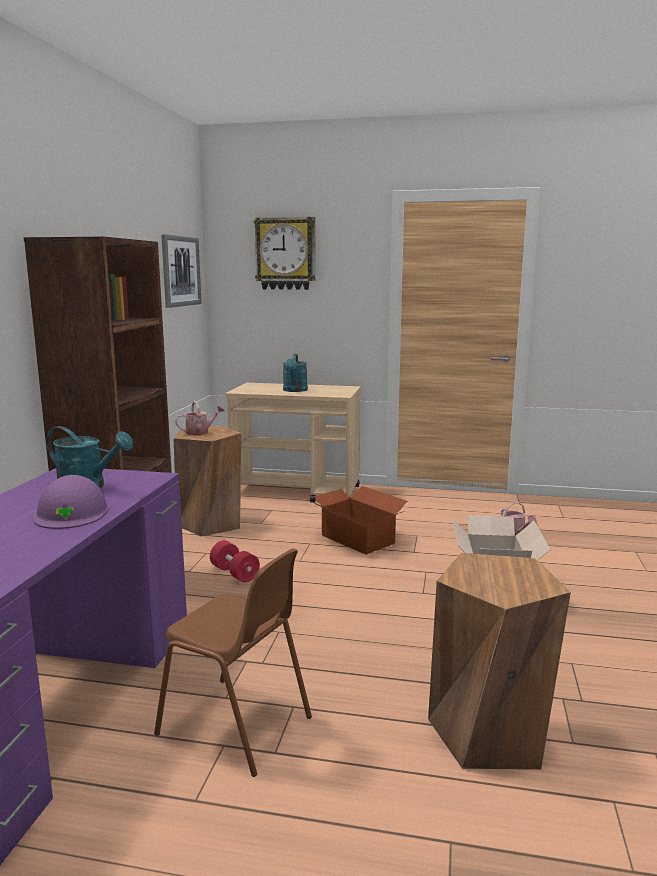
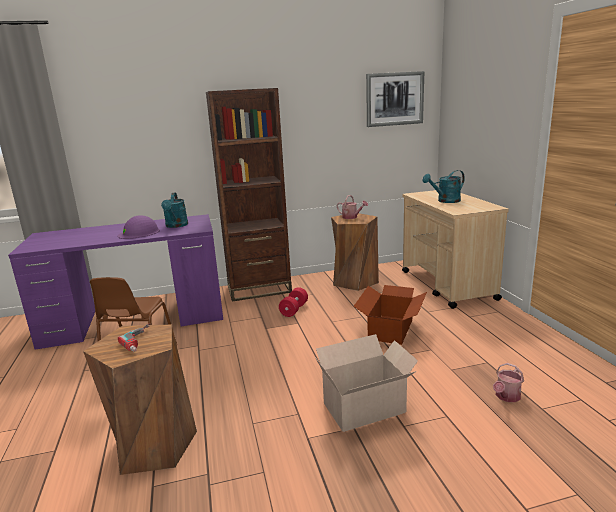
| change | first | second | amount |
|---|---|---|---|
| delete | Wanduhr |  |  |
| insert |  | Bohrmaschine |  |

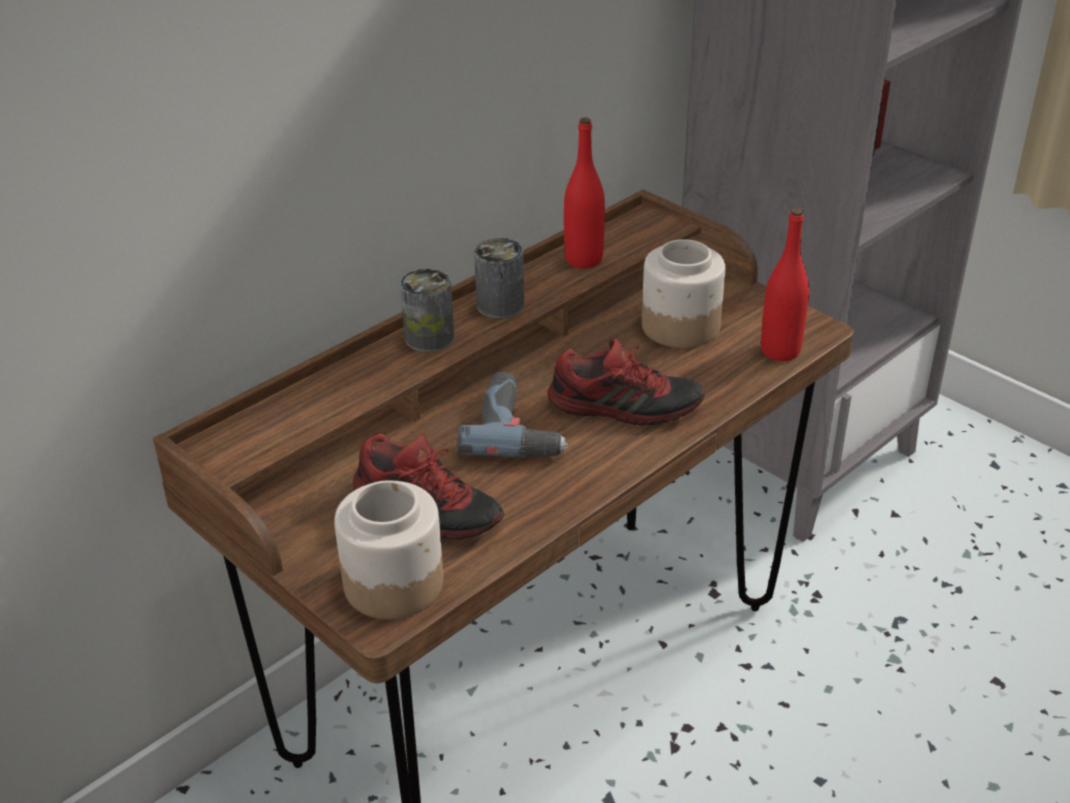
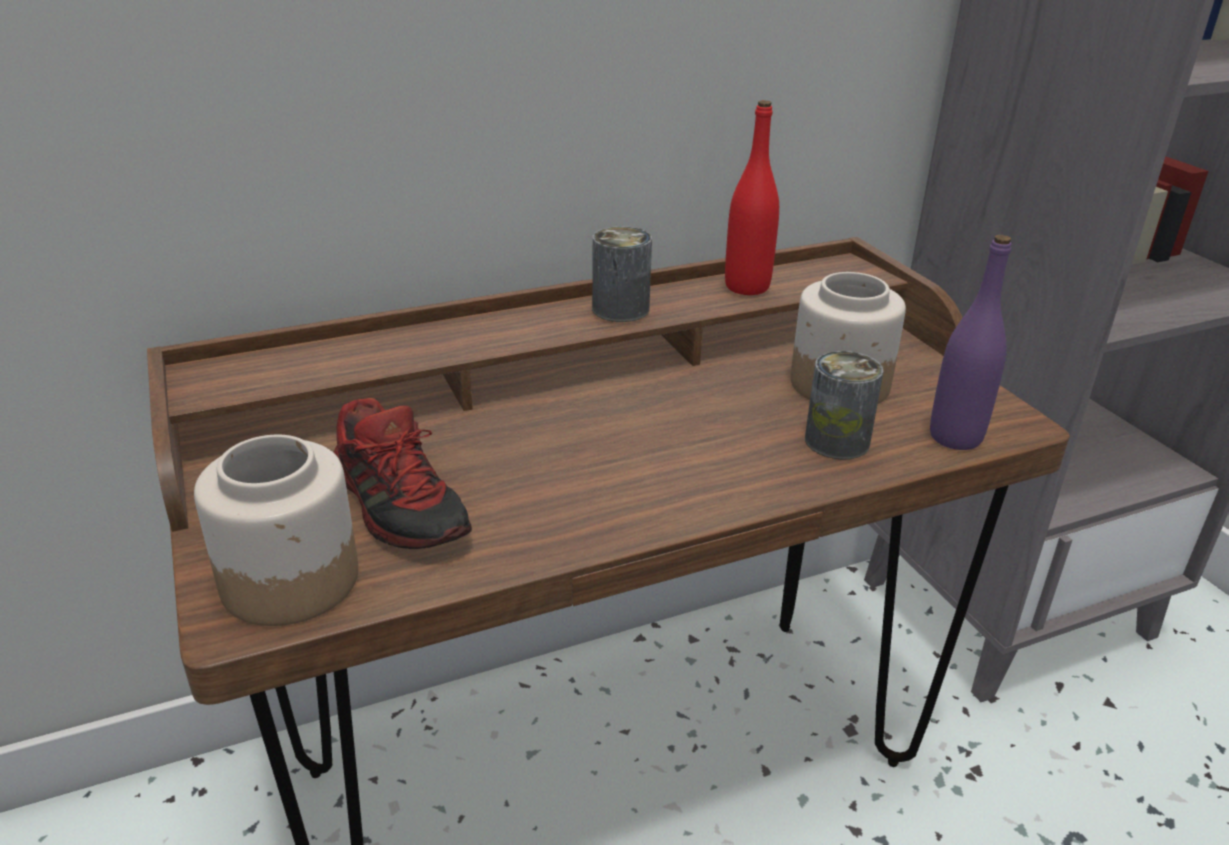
| change | first | second | amount |
|---|---|---|---|
| recolor | Flasche [rot] (2nd from left) | Flasche [lila] |  |
| move | Dose (1st from left in the first image) | Dose (2nd from left) |  |
| delete | Schuh (2nd from left) |  |  |
| delete | Bohrmaschine |  |  |

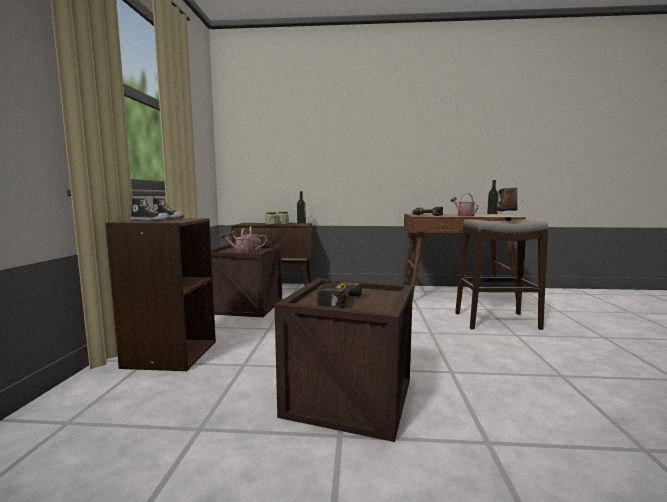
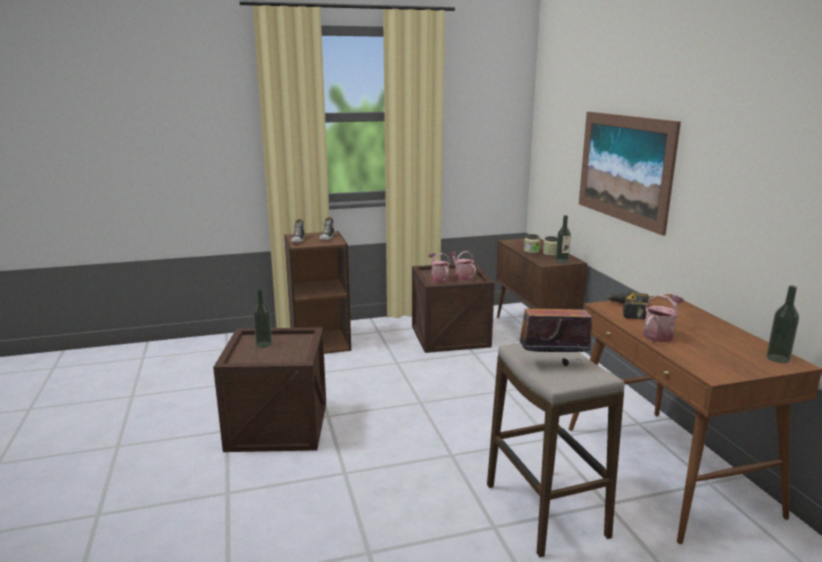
| change | first | second | amount |
|---|---|---|---|
| replace | Bohrmaschine (1st from left) | Flasche (1st from left) |  |
| insert |  | Bild |  |

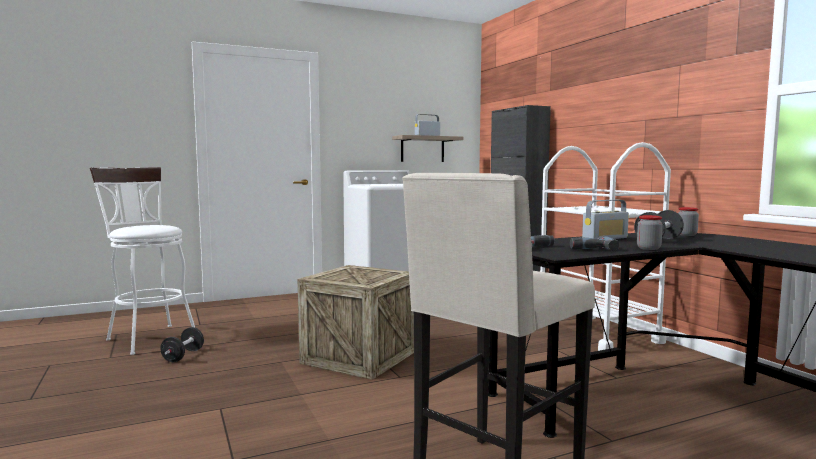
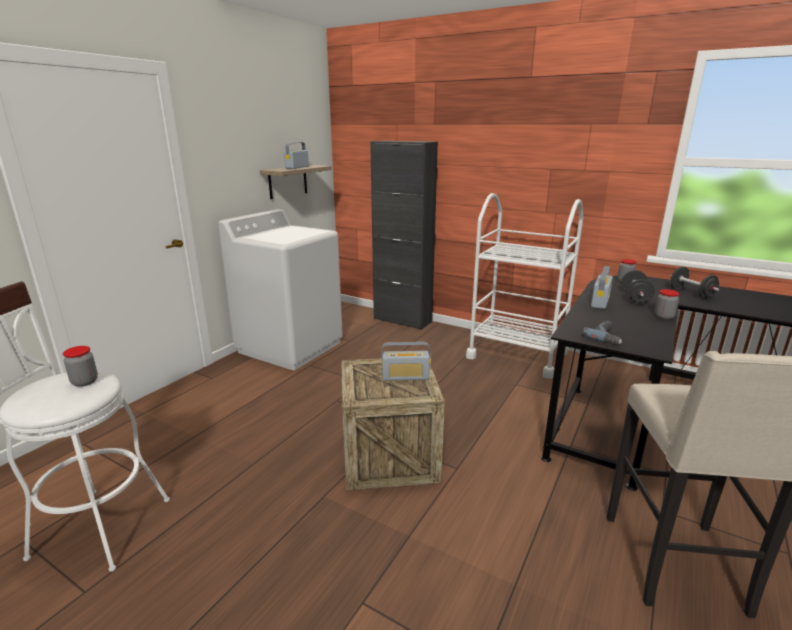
| change | first | second | amount |
|---|---|---|---|
| delete | Bohrmaschine (2nd from left) |  |  |
| move | Hantel [schwarz] (1st from left in the first image) | Hantel [schwarz] (2nd from left) |  |
| insert |  | Radio (2nd from left) |  |
| insert |  | Vorratsglas (1st from left) |  |

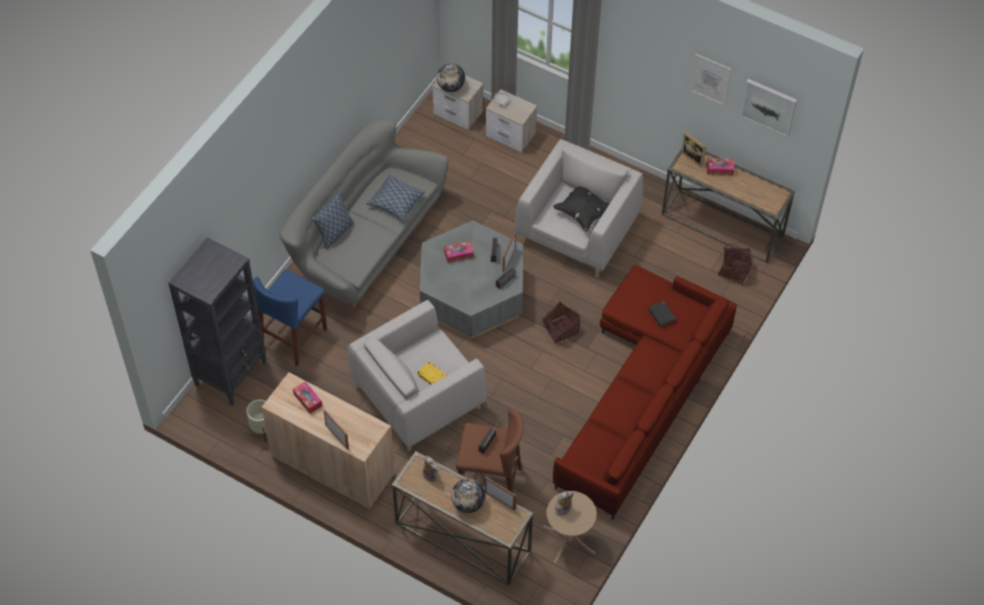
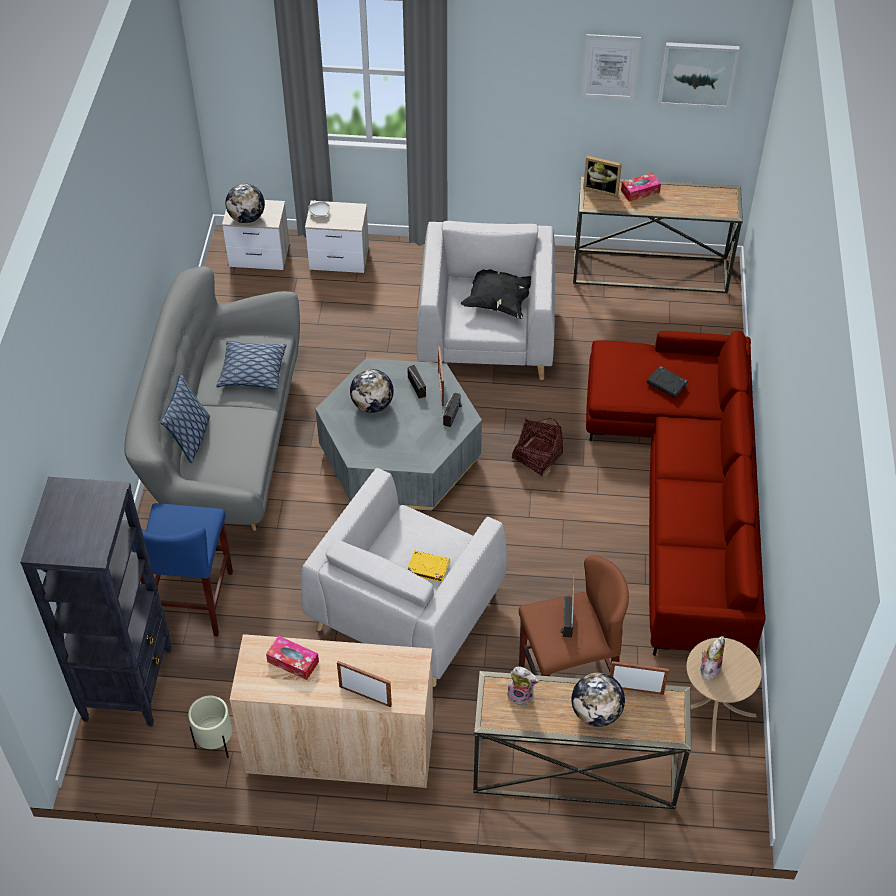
| change | first | second | amount |
|---|---|---|---|
| replace | Taschentuchbox (2nd from left) | Globus (2nd from left) |  |
| delete | Korb (2nd from left) |  |  |

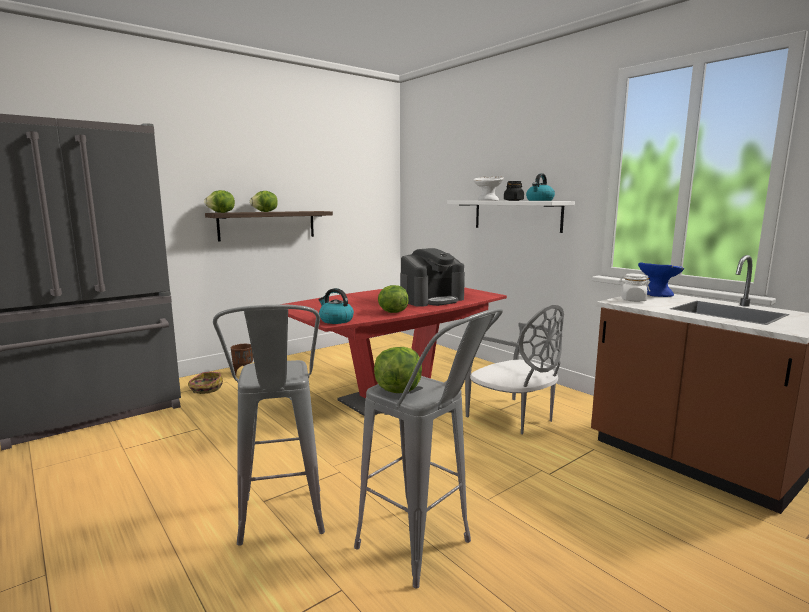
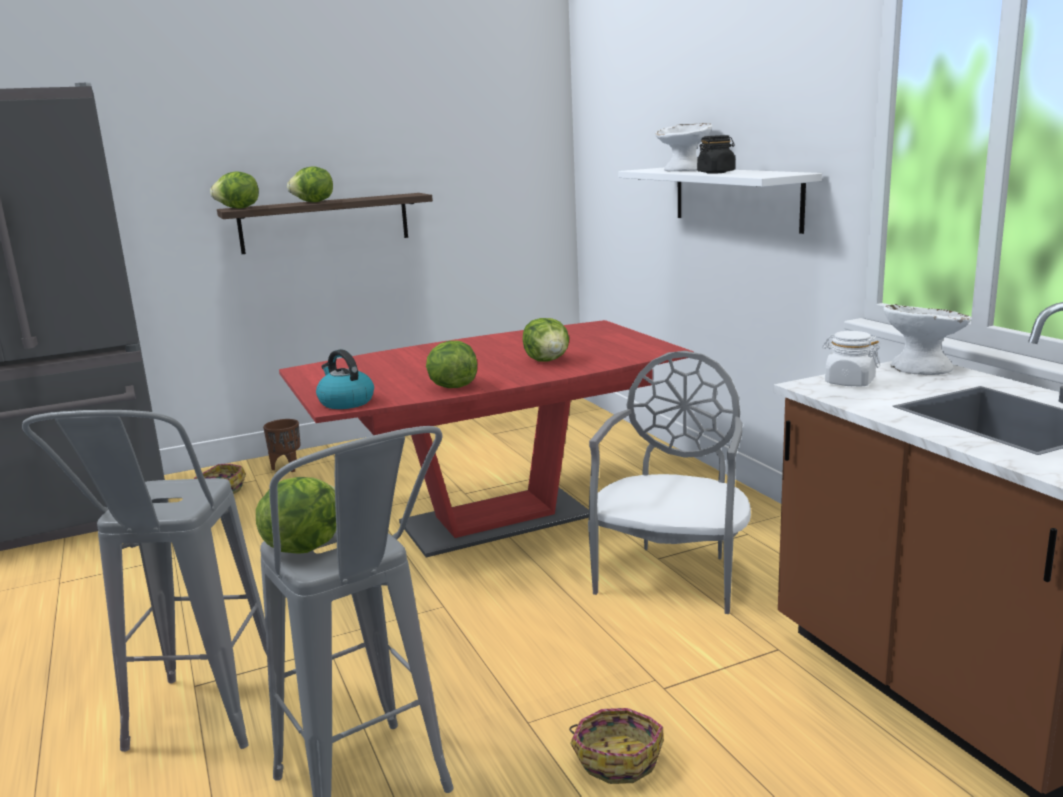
| change | first | second | amount |
|---|---|---|---|
| delete | Wasserkessel (2nd from left) |  |  |
| replace | Kaffeemaschine | Salatkopf (5th from left) |  |
| recolor | Schüssel [blau] | Schüssel [weiß] (2nd from left) |  |
| rotate | Stuhl [grau] |  | 135 degrees counterclockwise |
| insert |  | Korb (2nd from left) |  |

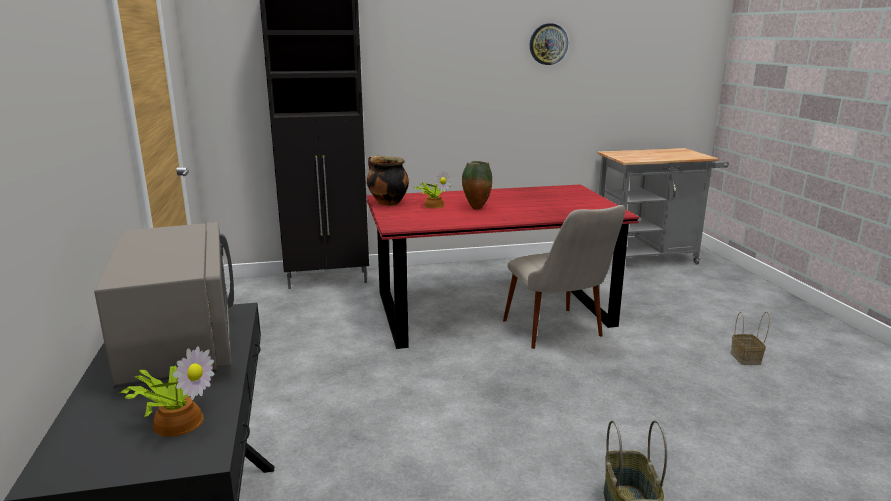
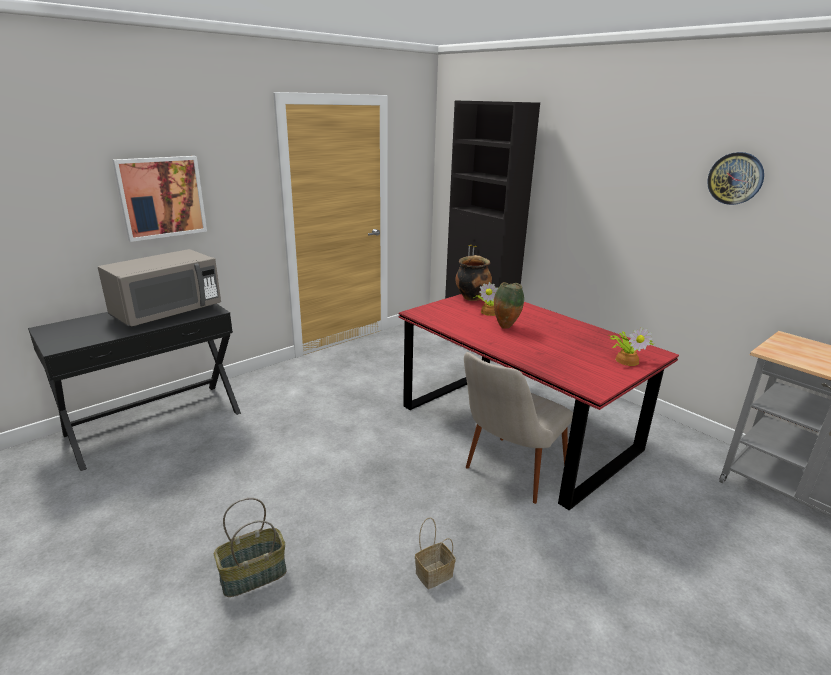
| change | first | second | amount |
|---|---|---|---|
| move | Korb (2nd from left) |  |  |
| move | Topfpflanze (1st from left in the first image) | Topfpflanze (2nd from left) |  |
| insert |  | Bild |  |

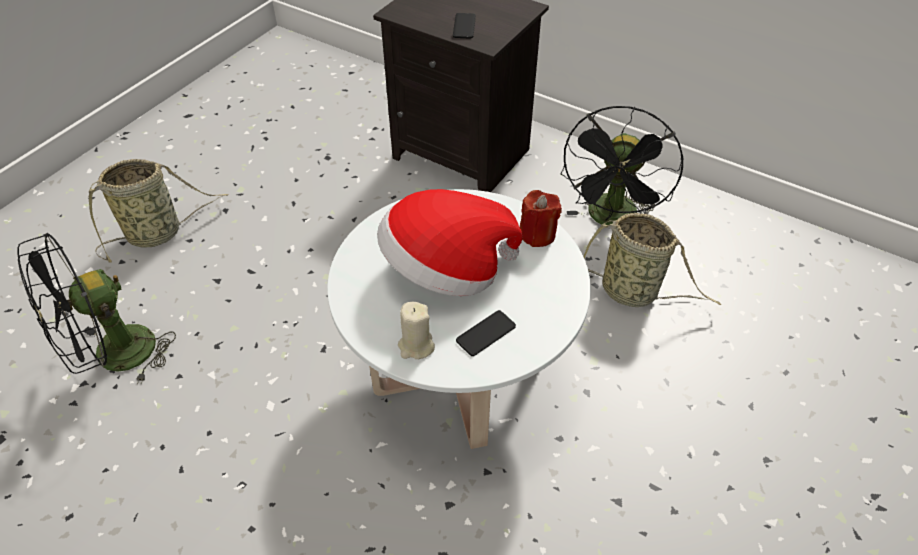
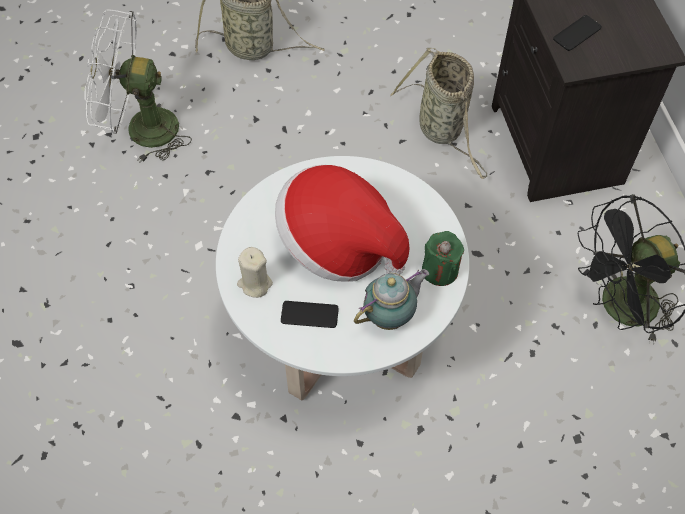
| change | first | second | amount |
|---|---|---|---|
| recolor | Kerze [rot] | Kerze [grün] |  |
| move | Korb (2nd from left) |  |  |
| recolor | Ventilator [schwarz] (1st from left) | Ventilator [weiß] |  |
| insert |  | Teekanne |  |

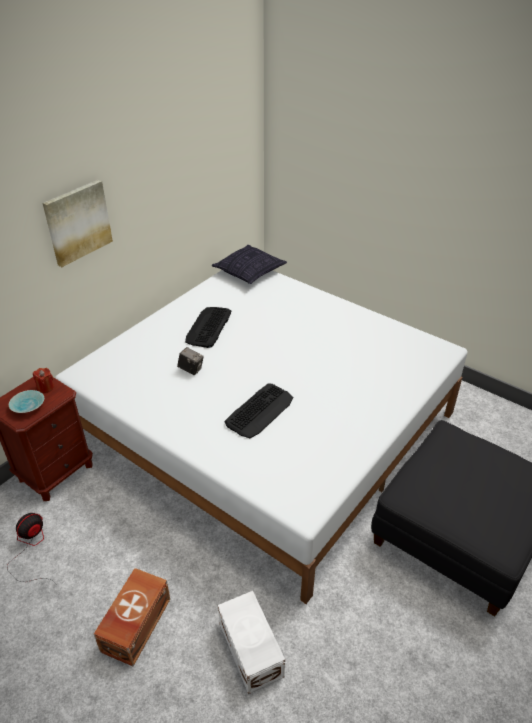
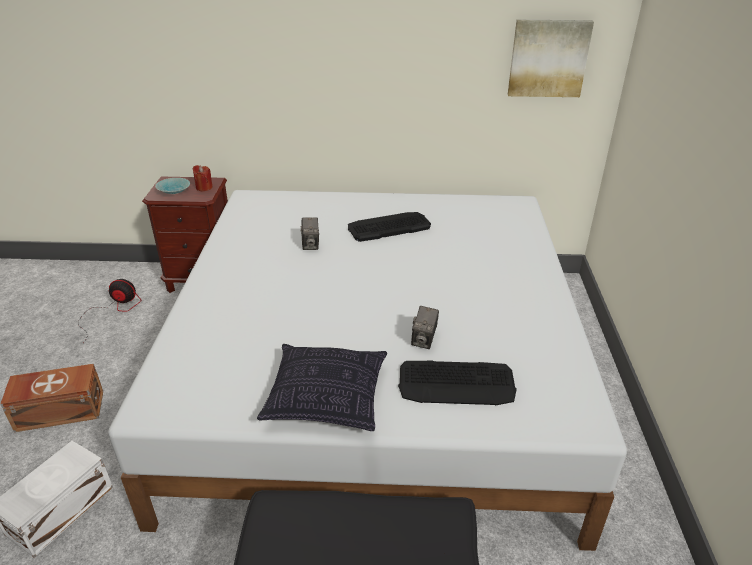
| change | first | second | amount |
|---|---|---|---|
| move | Bild |  |  |
| move | Kissen |  |  |
| move | Tastatur (2nd from left) |  |  |
| insert |  | Kamera (2nd from left) |  |

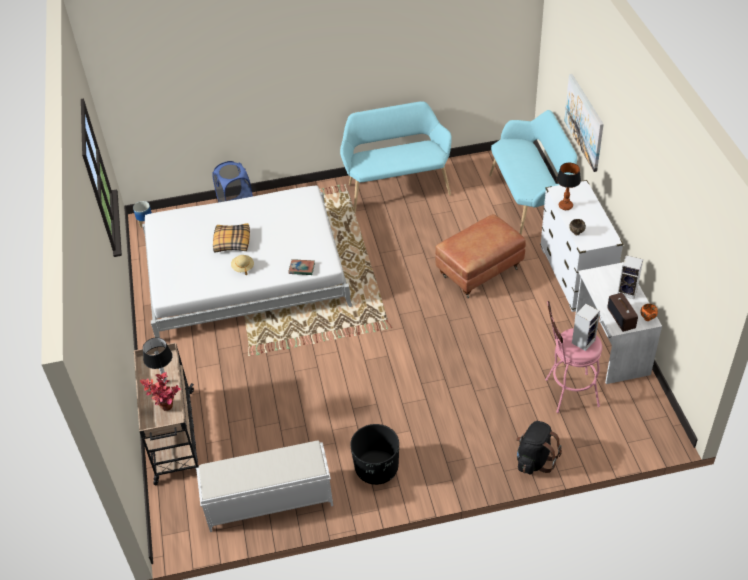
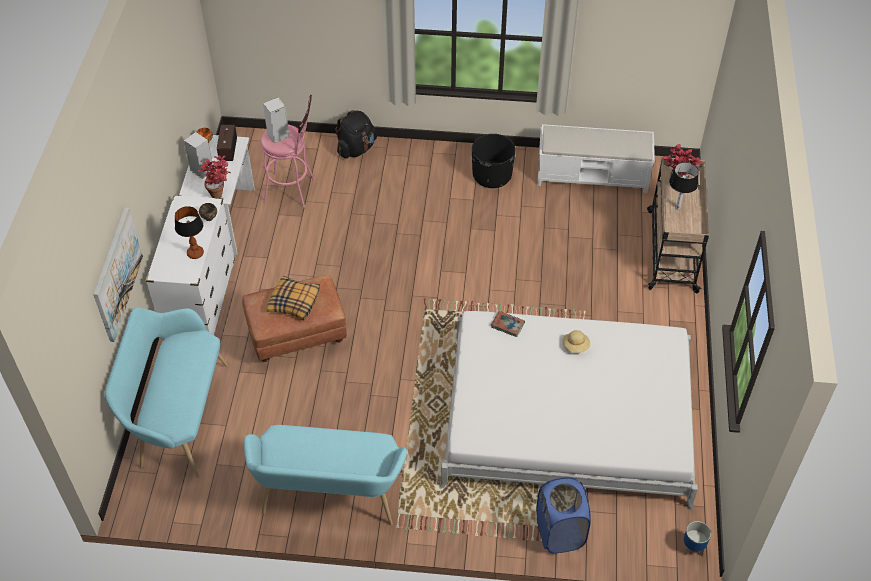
| change | first | second | amount |
|---|---|---|---|
| move | Kissen |  |  |
| insert |  | Topfpflanze (1st from left) |  |

